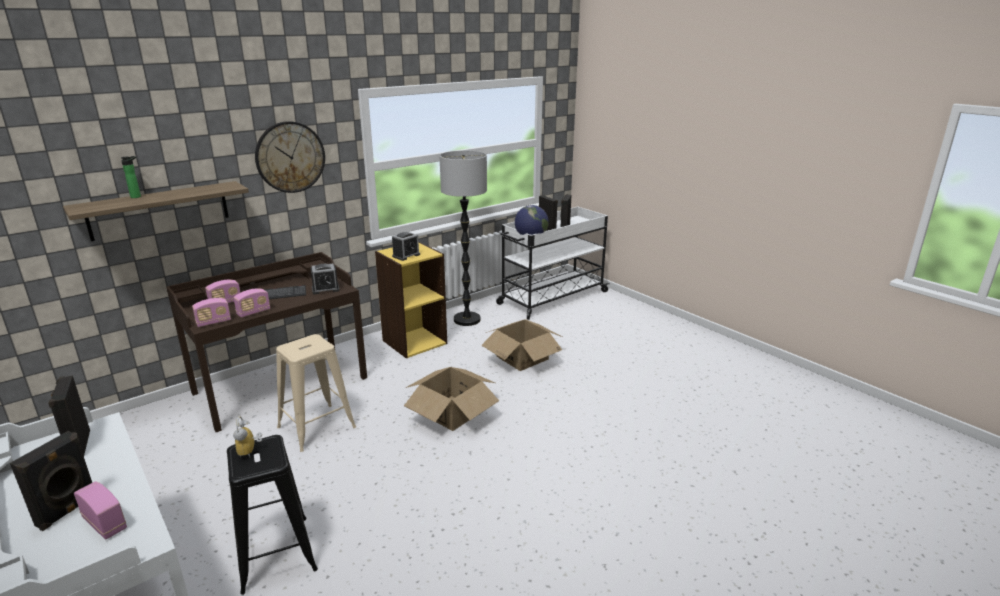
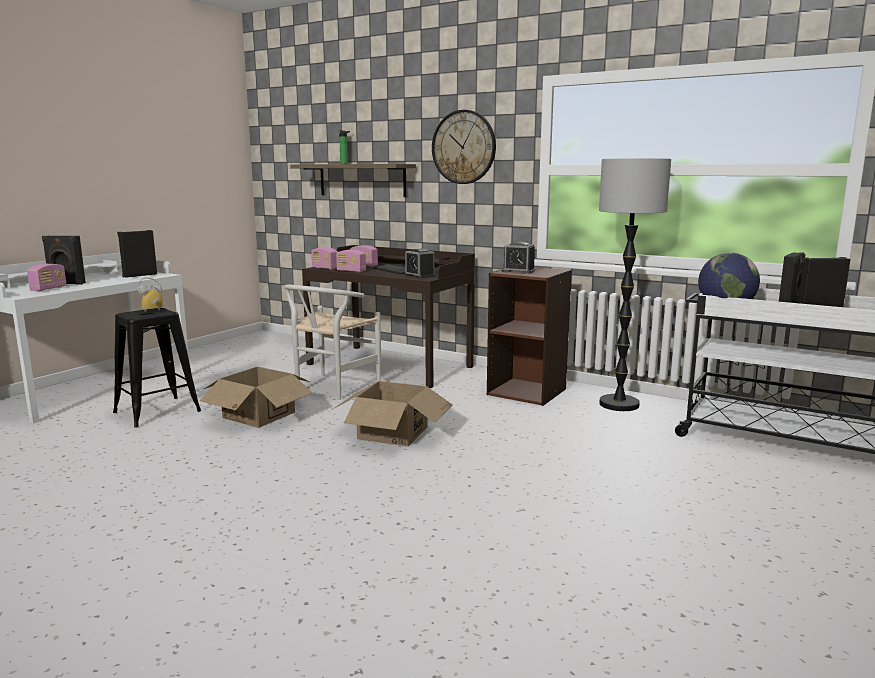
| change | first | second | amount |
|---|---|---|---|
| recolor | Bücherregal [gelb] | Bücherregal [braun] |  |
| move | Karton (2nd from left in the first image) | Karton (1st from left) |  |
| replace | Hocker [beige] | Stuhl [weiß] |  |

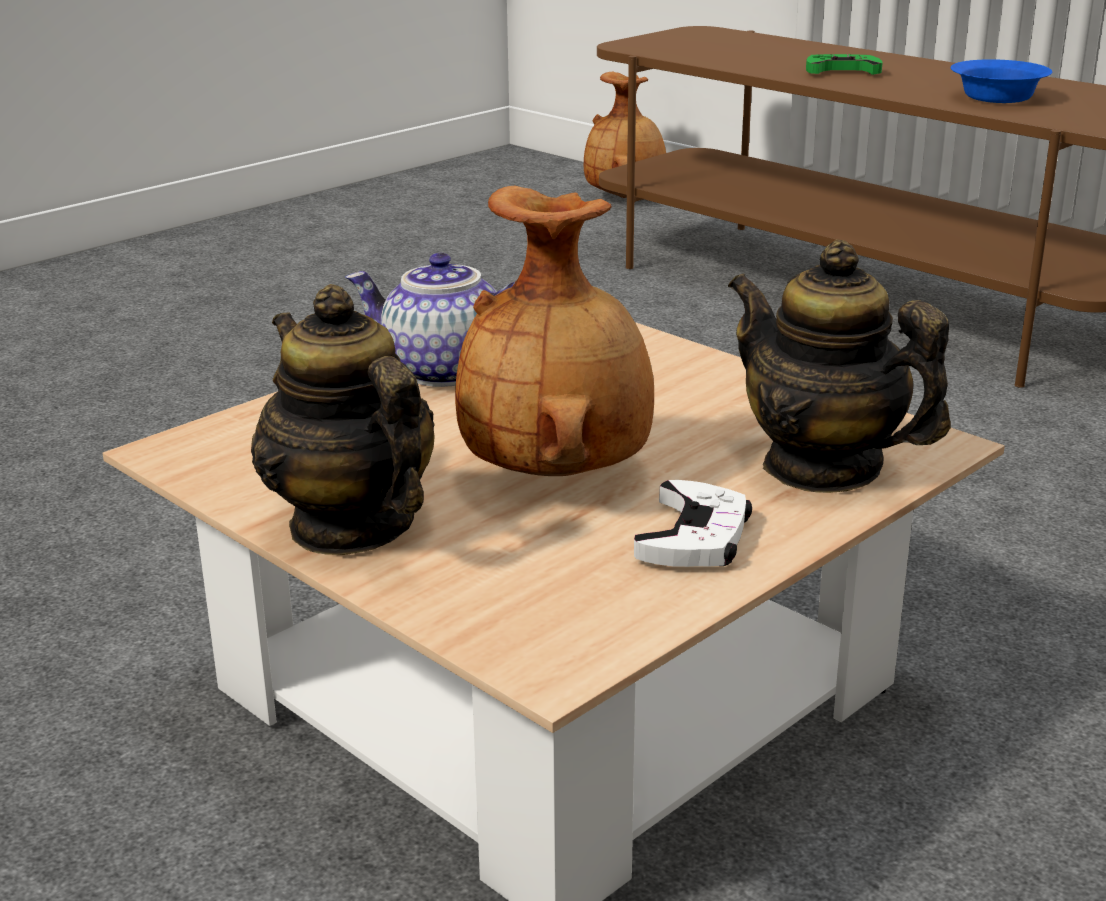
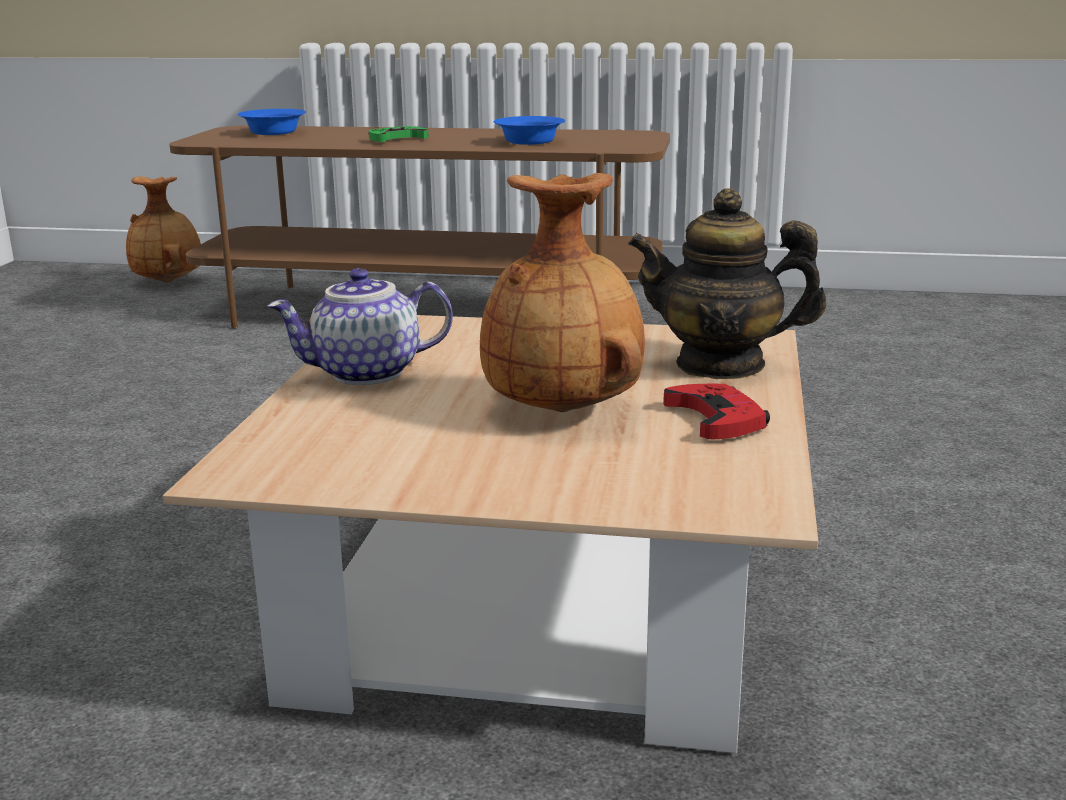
| change | first | second | amount |
|---|---|---|---|
| delete | Teekanne (1st from left) |  |  |
| recolor | Gamepad [weiß] | Gamepad [rot] |  |
| insert |  | Schüssel [blau] (1st from left) |  |

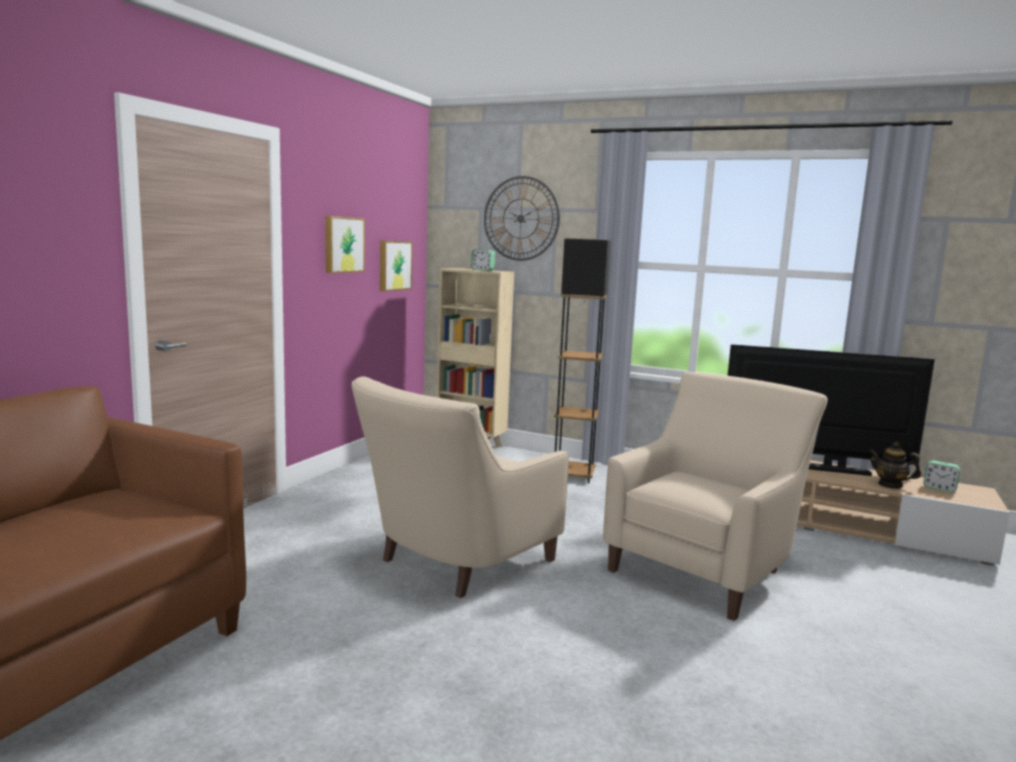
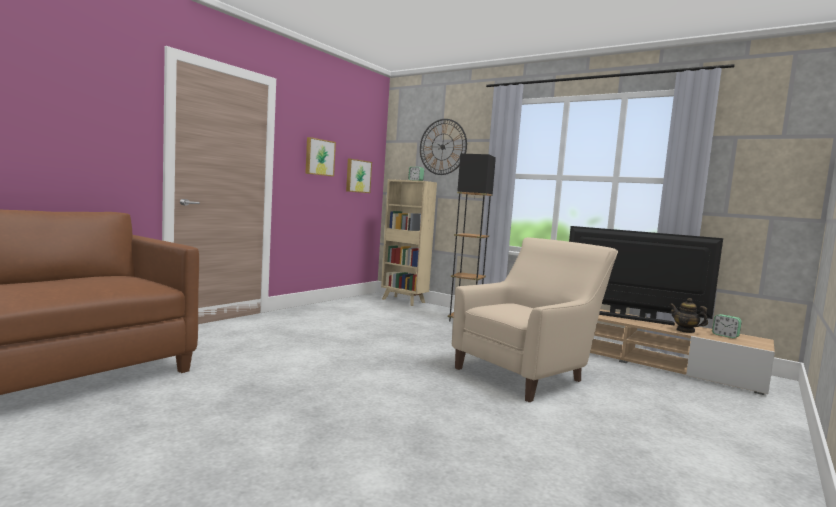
| change | first | second | amount |
|---|---|---|---|
| delete | Sessel [beige] (1st from left) |  |  |

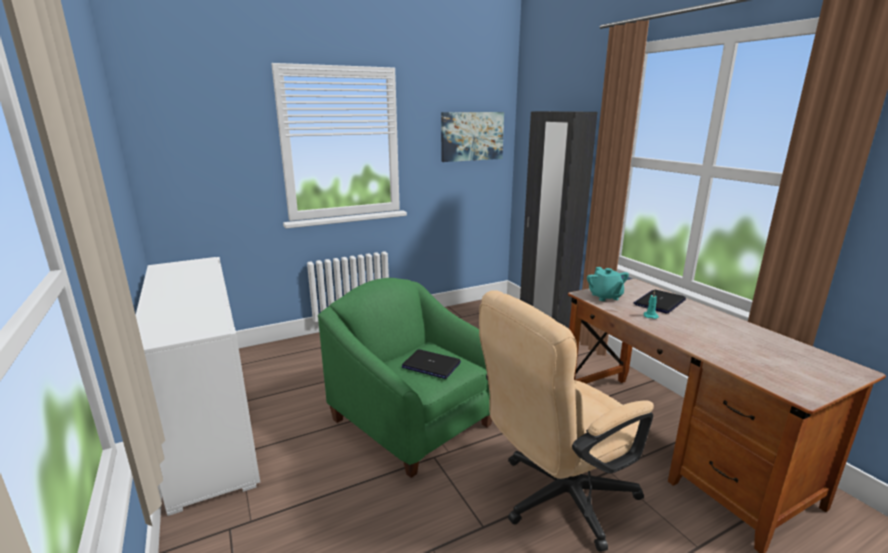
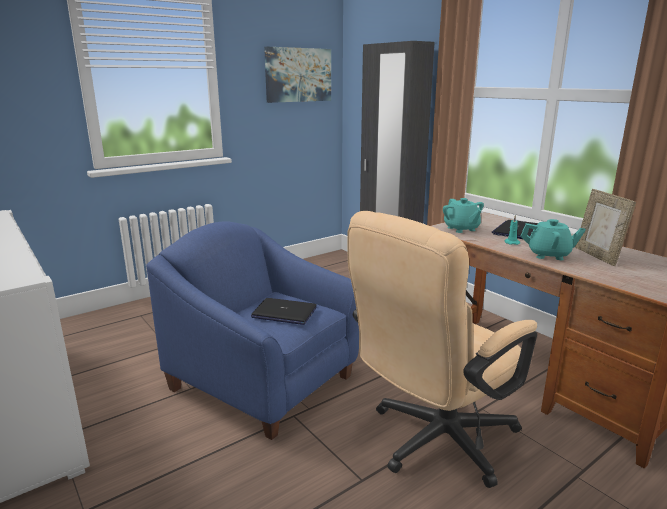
| change | first | second | amount |
|---|---|---|---|
| recolor | Sessel [grün] | Sessel [blau] |  |
| insert |  | Bilderrahmen |  |
| insert |  | Teekanne [türkis] (2nd from left) |  |

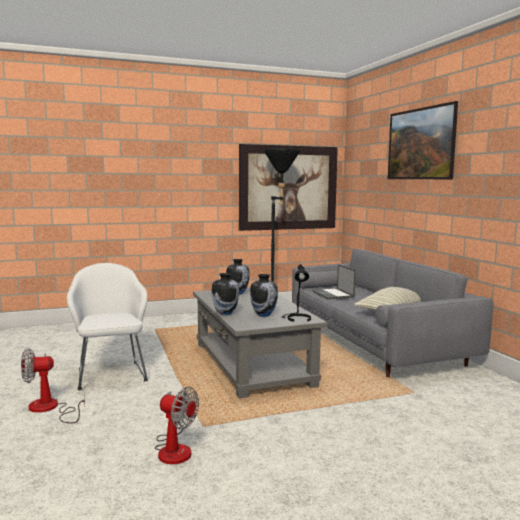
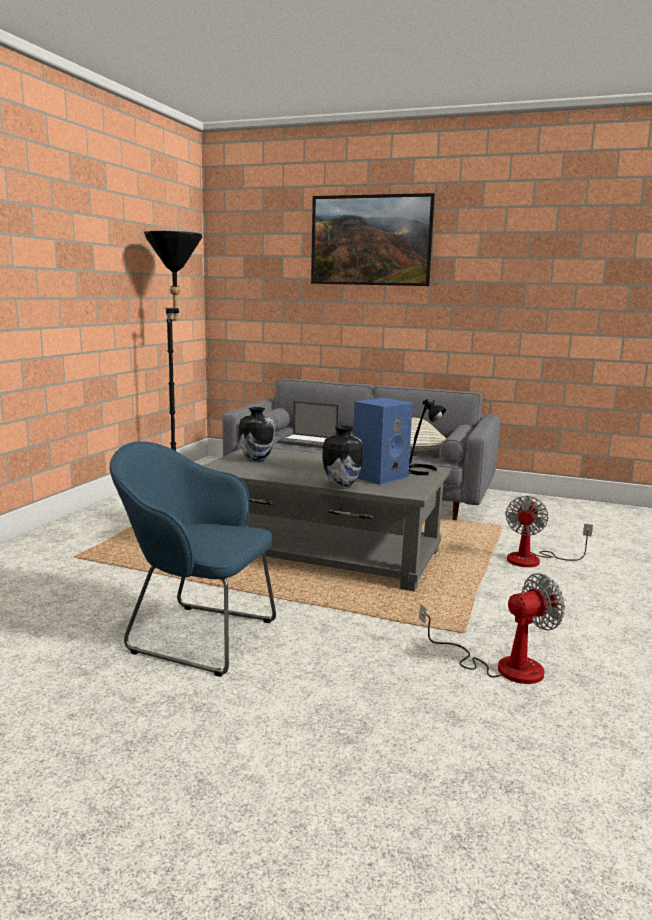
| change | first | second | amount |
|---|---|---|---|
| delete | Bild (1st from left) |  |  |
| recolor | Sessel [weiß] | Sessel [blau] |  |
| replace | Vase (3rd from left) | Lautsprecher [blau] |  |
| move | Ventilator (1st from left in the first image) | Ventilator (2nd from left) |  |

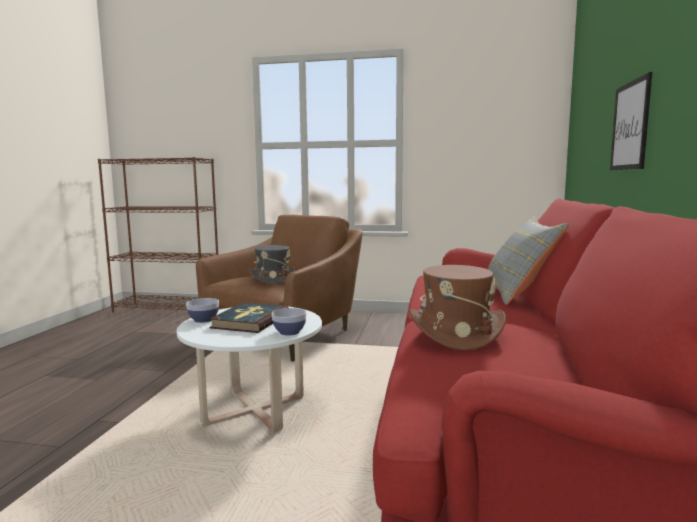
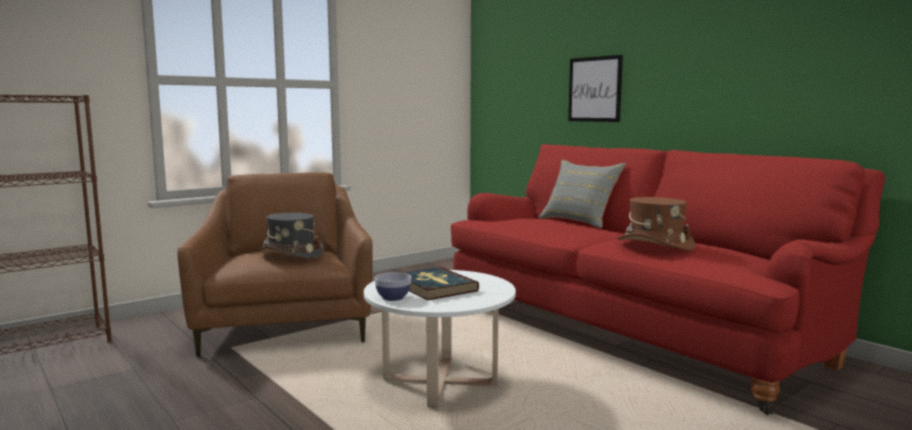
| change | first | second | amount |
|---|---|---|---|
| delete | Schüssel (2nd from left) |  |  |

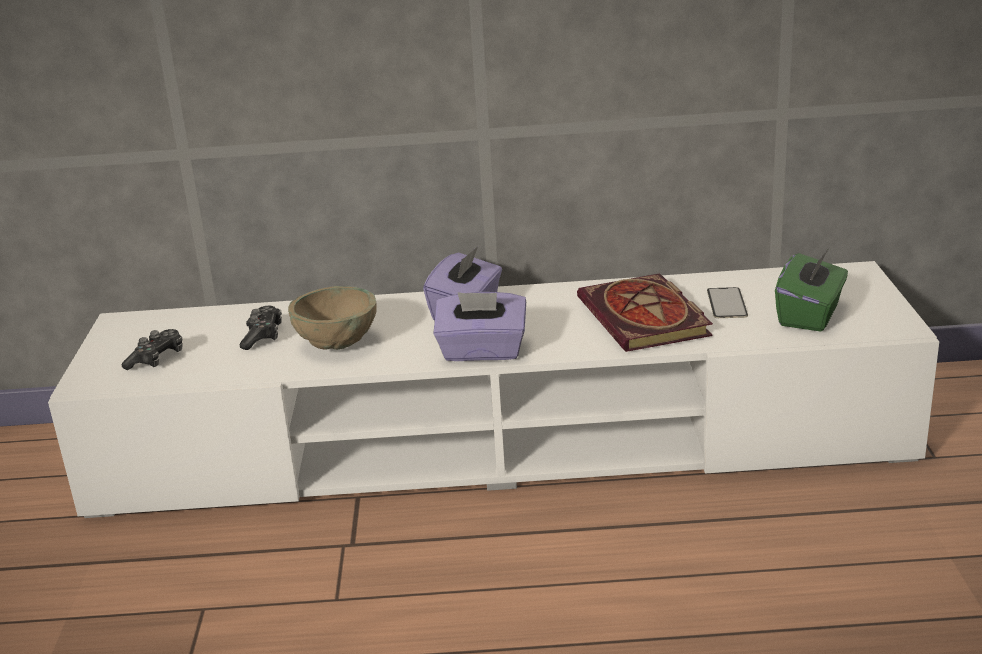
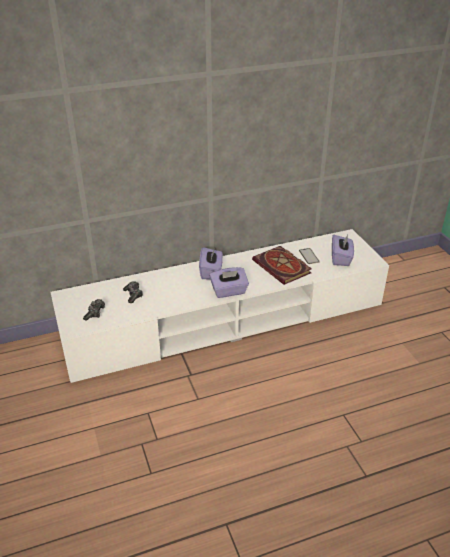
| change | first | second | amount |
|---|---|---|---|
| recolor | Taschentuchbox [grün] | Taschentuchbox [lila] (3rd from left) |  |
| delete | Schüssel [beige] |  |  |

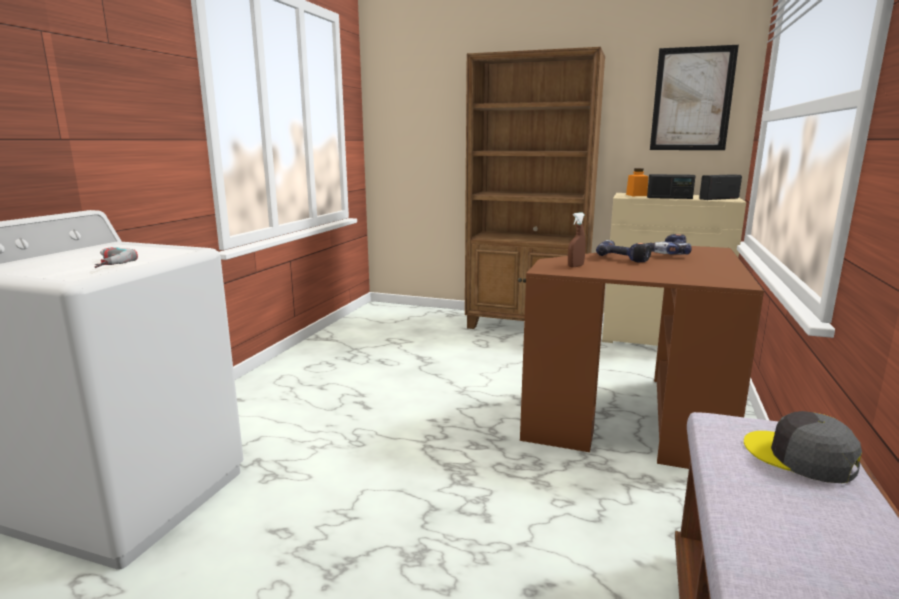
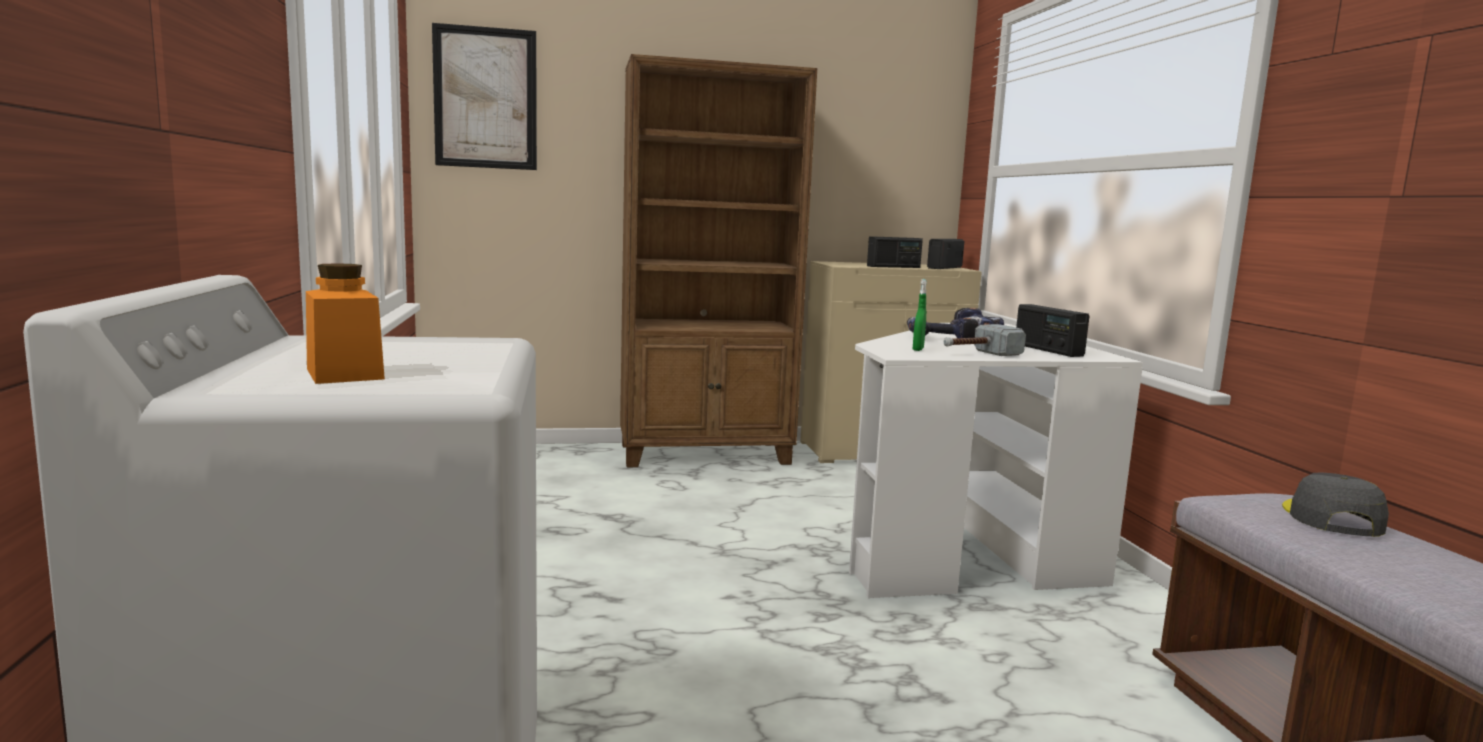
| change | first | second | amount |
|---|---|---|---|
| move | Bild |  |  |
| move | Vorratsglas [orange] |  |  |
| recolor | Sprühflasche [braun] | Sprühflasche [grün] |  |
| recolor | Schreibtisch [braun] | Schreibtisch [weiß] |  |
| delete | Bohrmaschine (1st from left) |  |  |
| rotate | Kappe [grau] |  | 90 degrees clockwise |
| insert |  | Radio (3rd from left) |  |
| insert |  | Hammer |  |

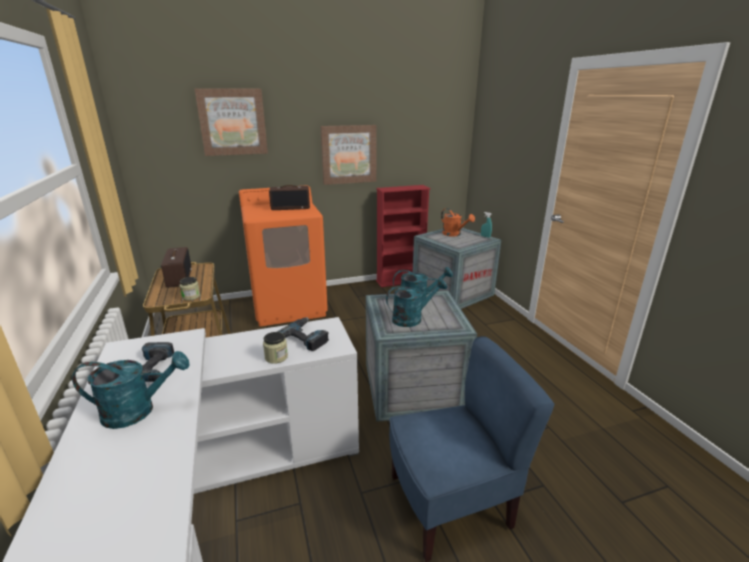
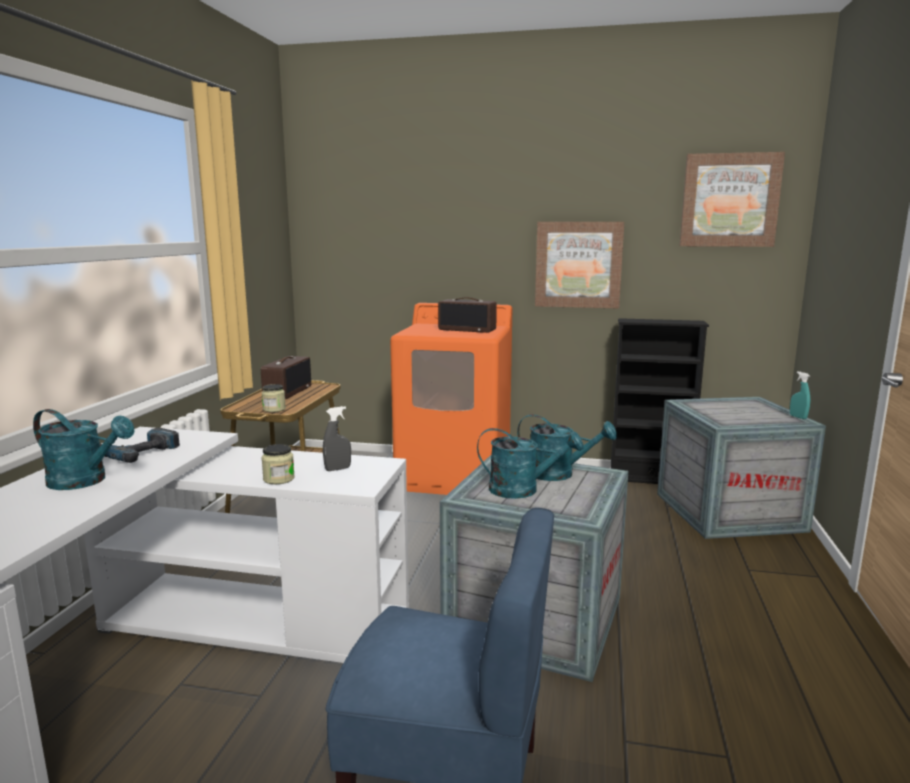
| change | first | second | amount |
|---|---|---|---|
| move | Bild (1st from left in the first image) | Bild (2nd from left) |  |
| recolor | Bücherregal [rot] | Bücherregal [schwarz] |  |
| delete | Gießkanne [orange] |  |  |
| replace | Bohrmaschine (2nd from left) | Sprühflasche [grau] |  |

